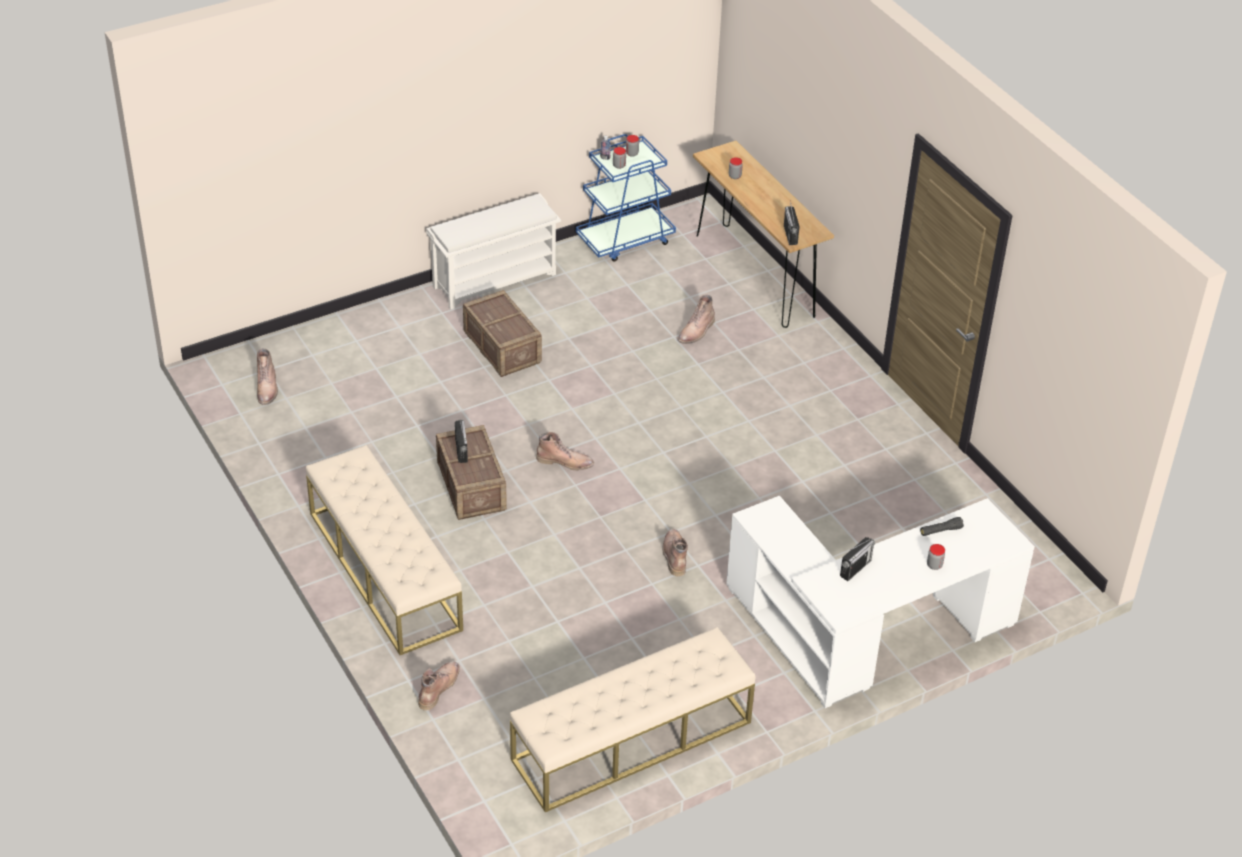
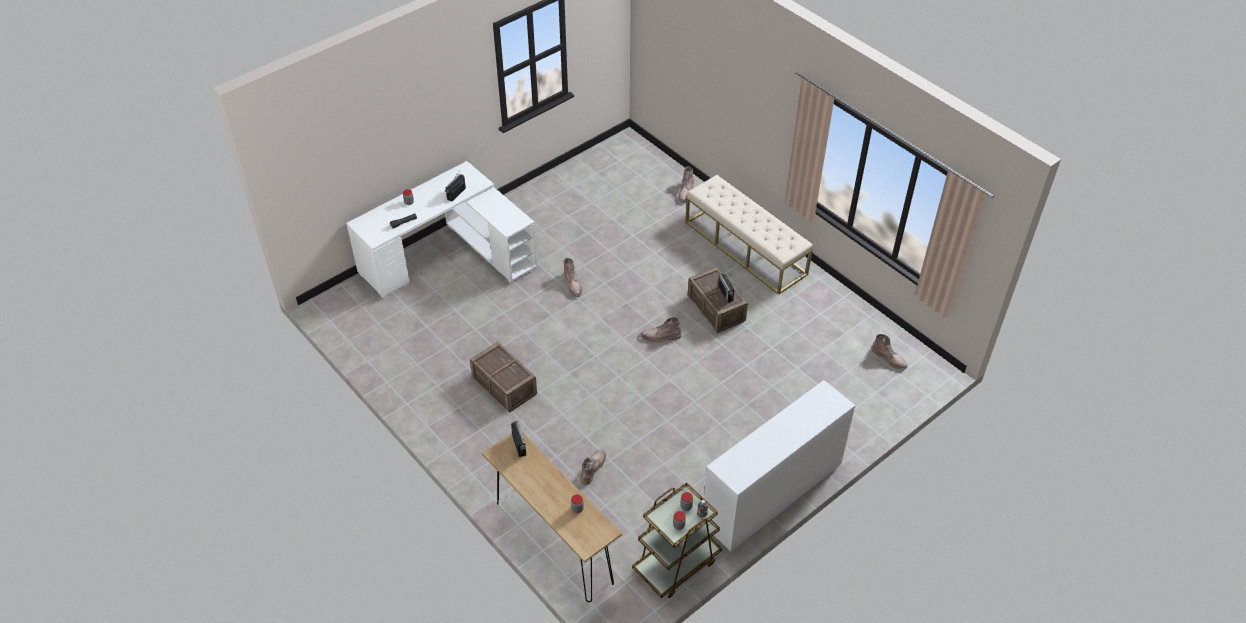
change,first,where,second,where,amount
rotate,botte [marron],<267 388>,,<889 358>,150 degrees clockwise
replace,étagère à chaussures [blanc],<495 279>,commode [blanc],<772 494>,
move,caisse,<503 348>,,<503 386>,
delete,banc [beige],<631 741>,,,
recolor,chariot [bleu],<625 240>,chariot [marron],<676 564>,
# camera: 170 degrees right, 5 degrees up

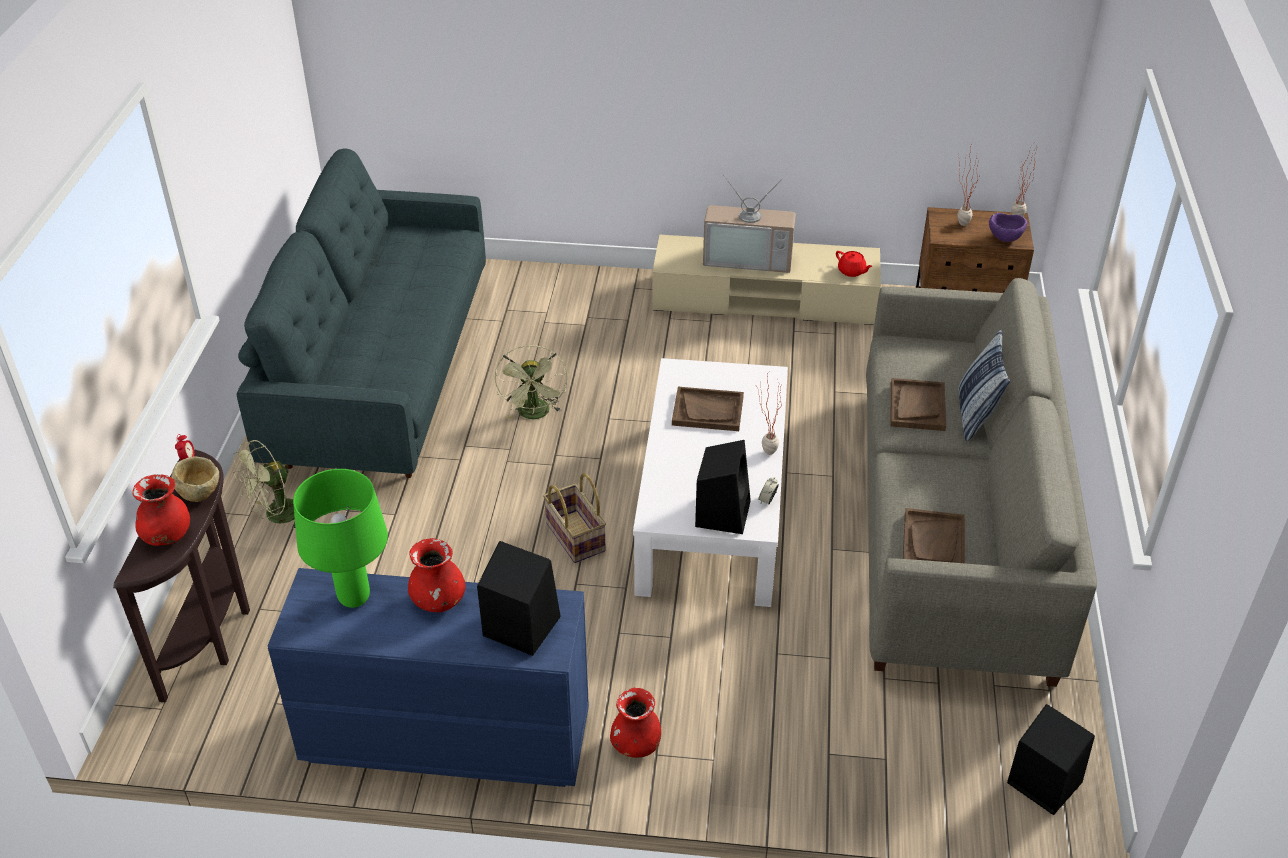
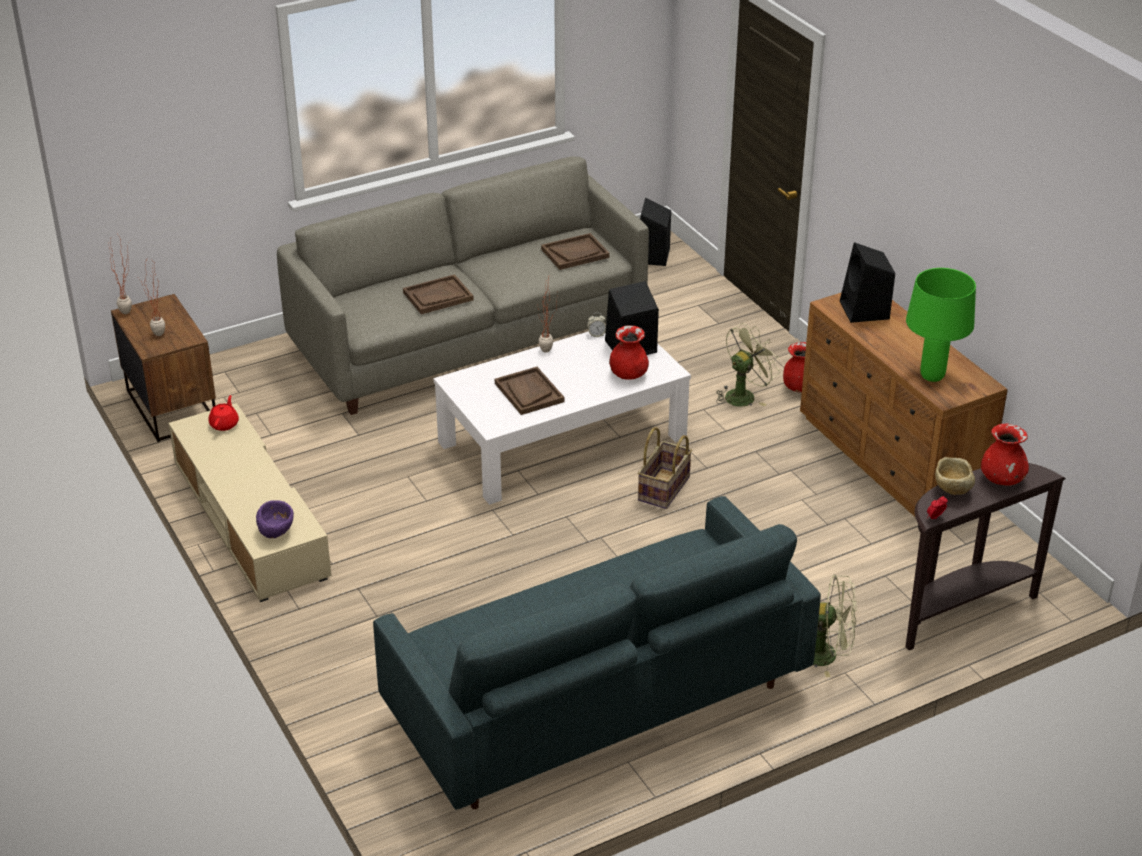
change,first,where,second,where,amount
recolor,commode [bleu],<444 736>,commode [marron],<891 460>,
move,vase [rouge],<439 601>,,<628 375>,
move,ventilateur [vert],<535 414>,,<744 395>,
delete,téléviseur,<748 257>,,,
delete,coussin,<975 415>,,,
move,bol [violet],<1004 239>,,<277 532>,
# camera: 125 degrees left, 5 degrees down

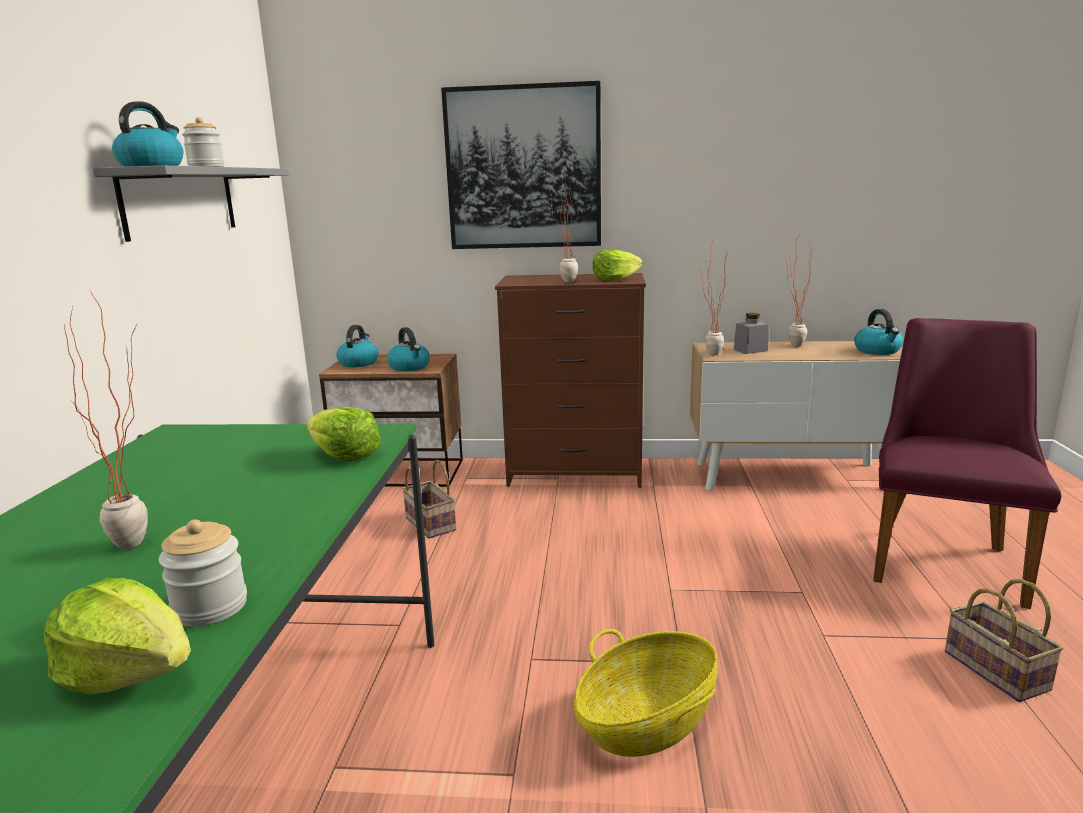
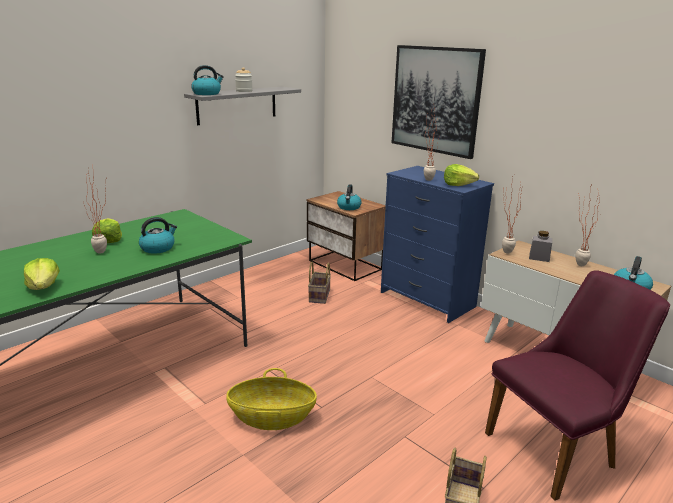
change,first,where,second,where,amount
delete,bocal,<210 607>,,,
move,laitue,<344 456>,,<108 240>,
move,bouilloire,<358 363>,,<158 248>,
recolor,commode [marron],<574 472>,commode [bleu],<426 299>,
# camera: 40 degrees right, 5 degrees up

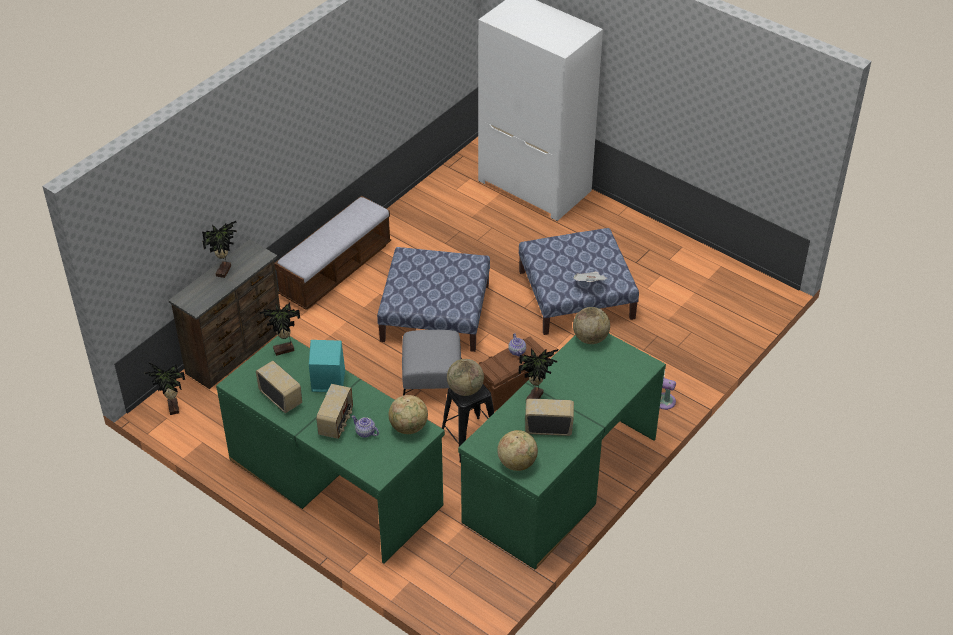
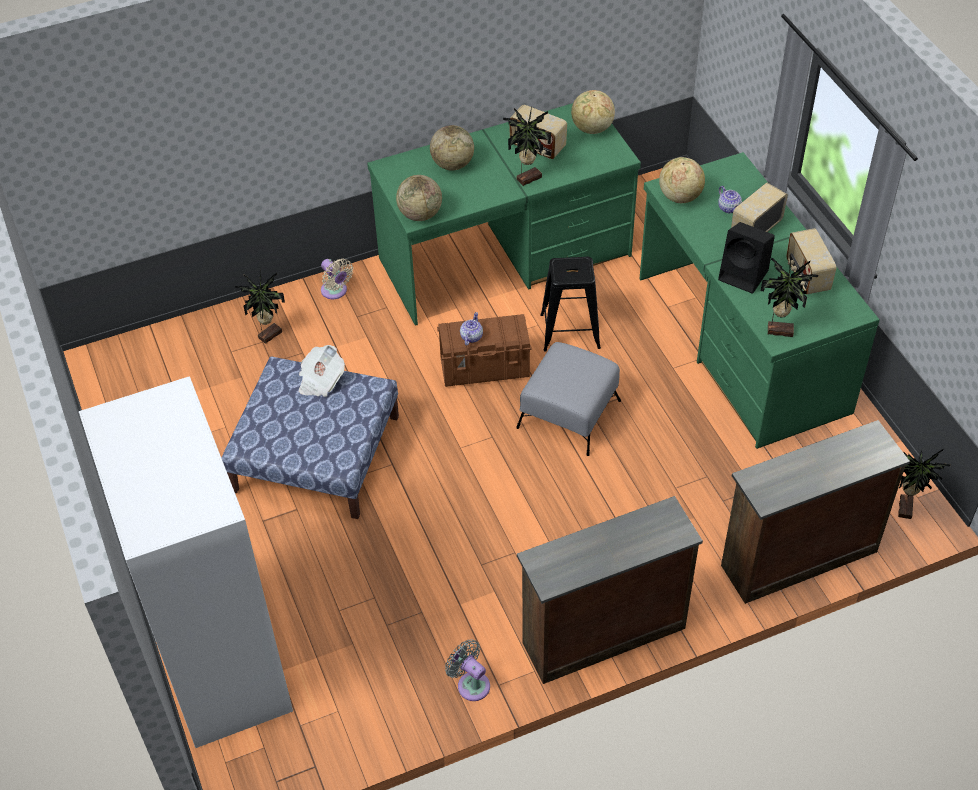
change,first,where,second,where,amount
move,plante en pot,<225 271>,,<268 334>,
replace,banc,<336 270>,commode [marron],<601 634>,
recolor,enceinte [turquoise],<327 381>,enceinte [noir],<744 275>,
delete,pouf,<434 312>,,,
move,globe,<465 389>,,<452 164>,
insert,,,ventilateur [gris],<471 684>,
# camera: 150 degrees left, 5 degrees up

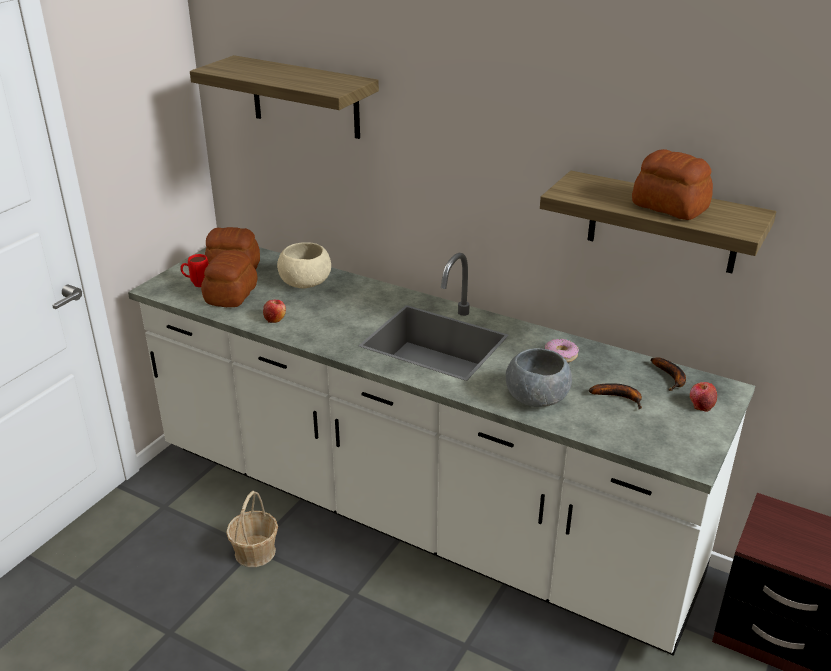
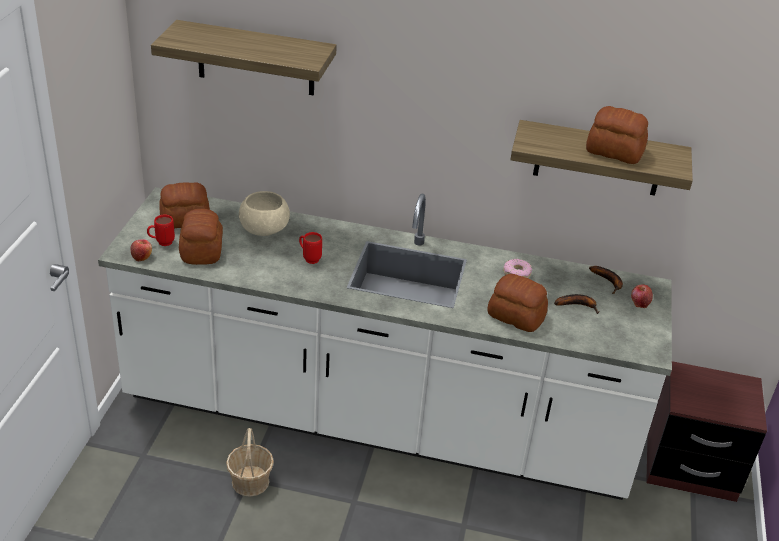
change,first,where,second,where,amount
move,pomme,<275 319>,,<142 257>,
replace,bol [gris],<537 398>,pain,<516 315>,
insert,,,mug [rouge],<309 258>,
# camera: 20 degrees left, 5 degrees up

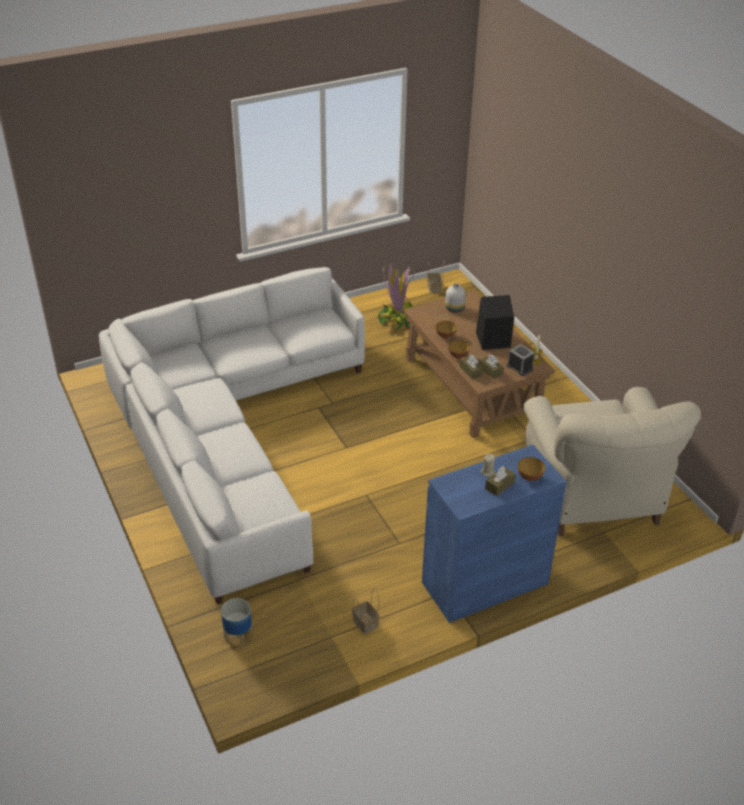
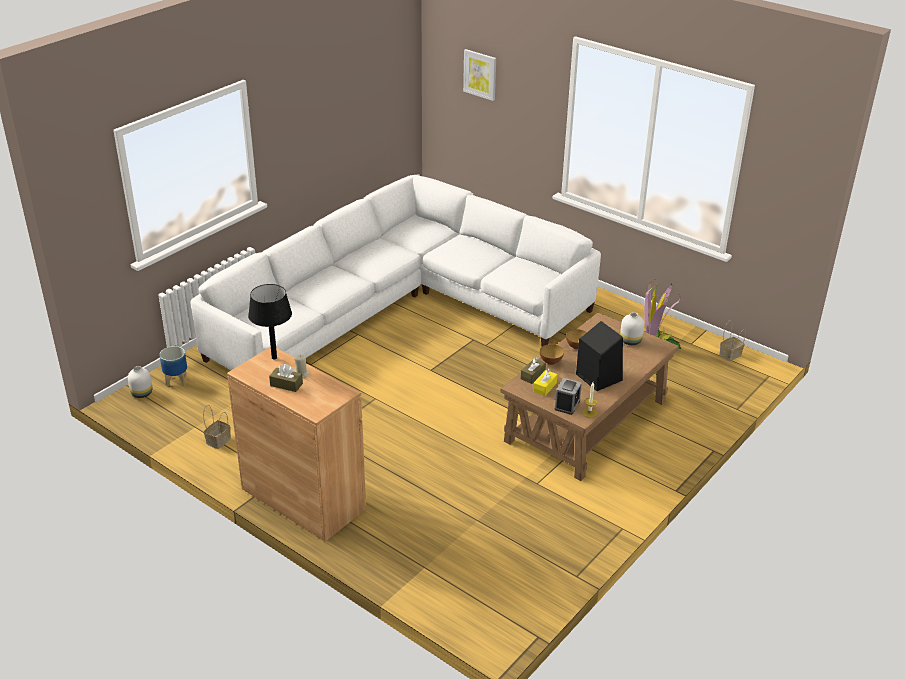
change,first,where,second,where,amount
recolor,meuble de rangement [bleu],<485 583>,meuble de rangement [marron],<303 499>,
recolor,boîte à mouchoirs [marron],<490 371>,boîte à mouchoirs [jaune],<544 387>,
delete,bol,<529 477>,,,
delete,fauteuil [beige],<594 497>,,,
insert,,,vase [blanc],<142 393>,
insert,,,lampe de table [noir],<274 358>,
insert,,,tableau,<480 74>,
# camera: 65 degrees right, 5 degrees down

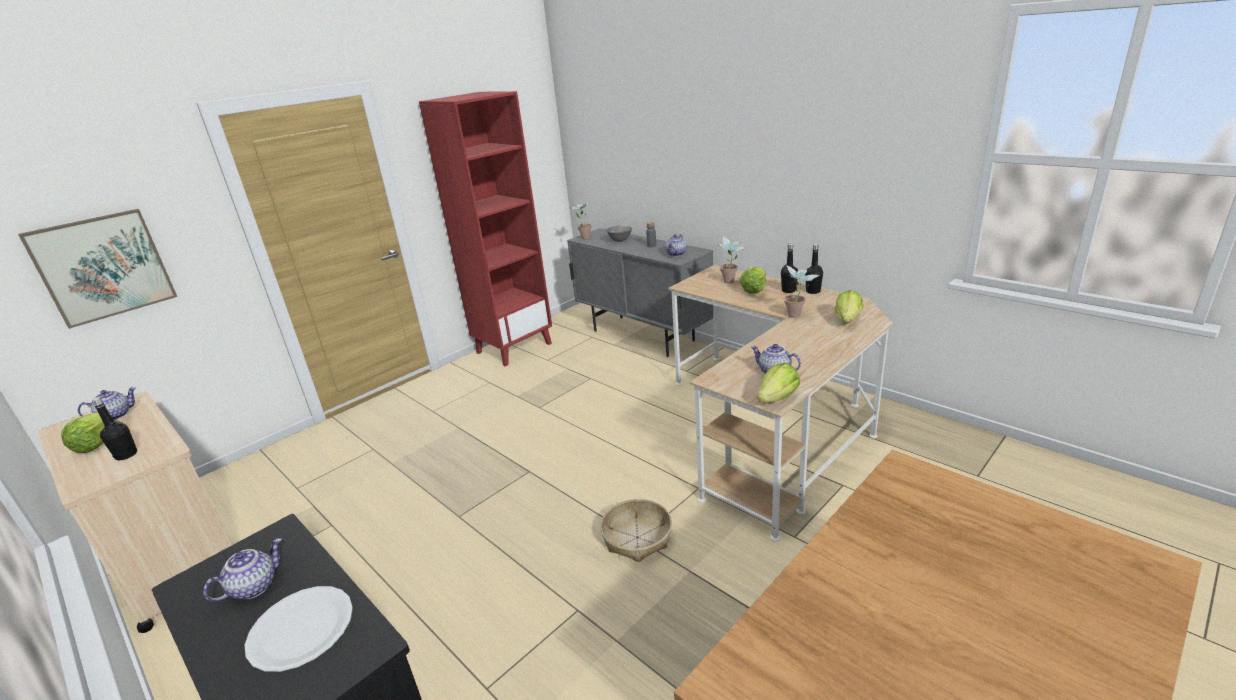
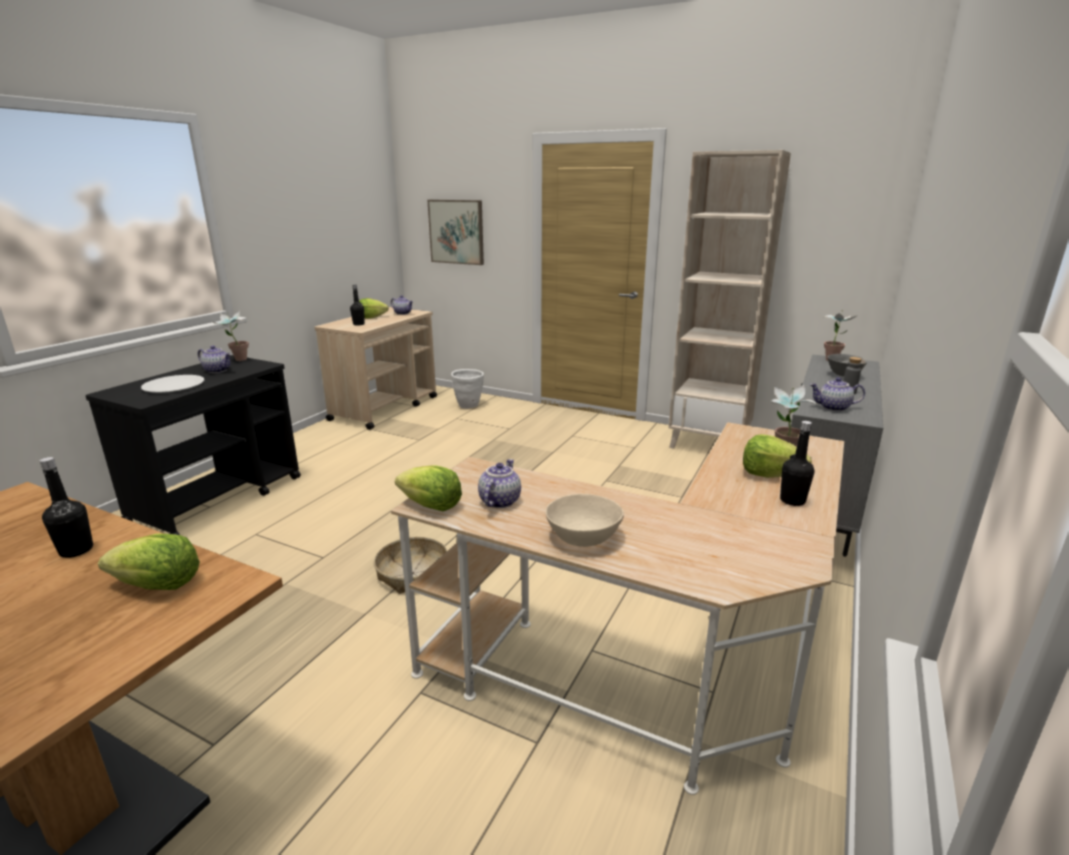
change,first,where,second,where,amount
recolor,bibliothèque [rouge],<514 348>,bibliothèque [beige],<709 443>,
move,plante en pot,<797 316>,,<237 360>,
move,bouteille [noir],<813 291>,,<76 550>,
move,laitue,<847 320>,,<157 586>,
insert,,,cache-pot [blanc],<469 406>,
insert,,,bol [beige],<583 536>,
# camera: 70 degrees right, 5 degrees down

